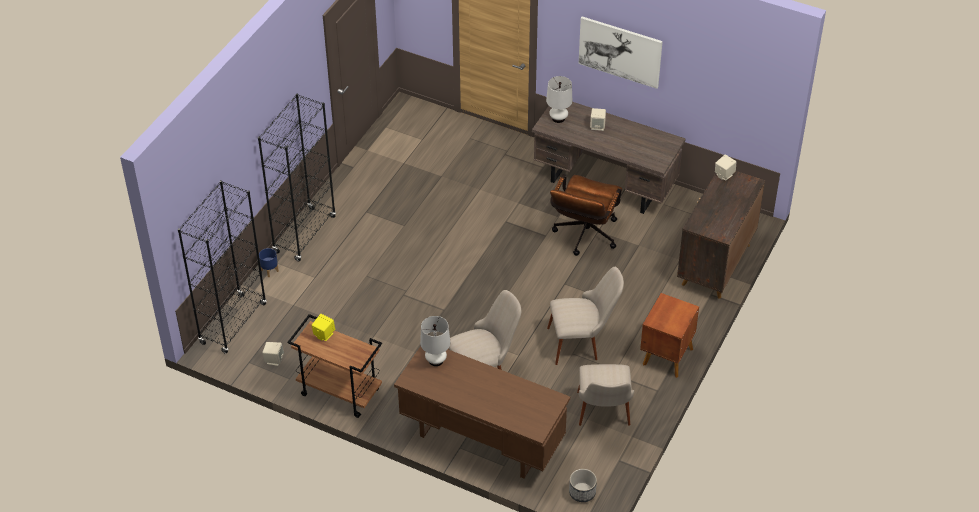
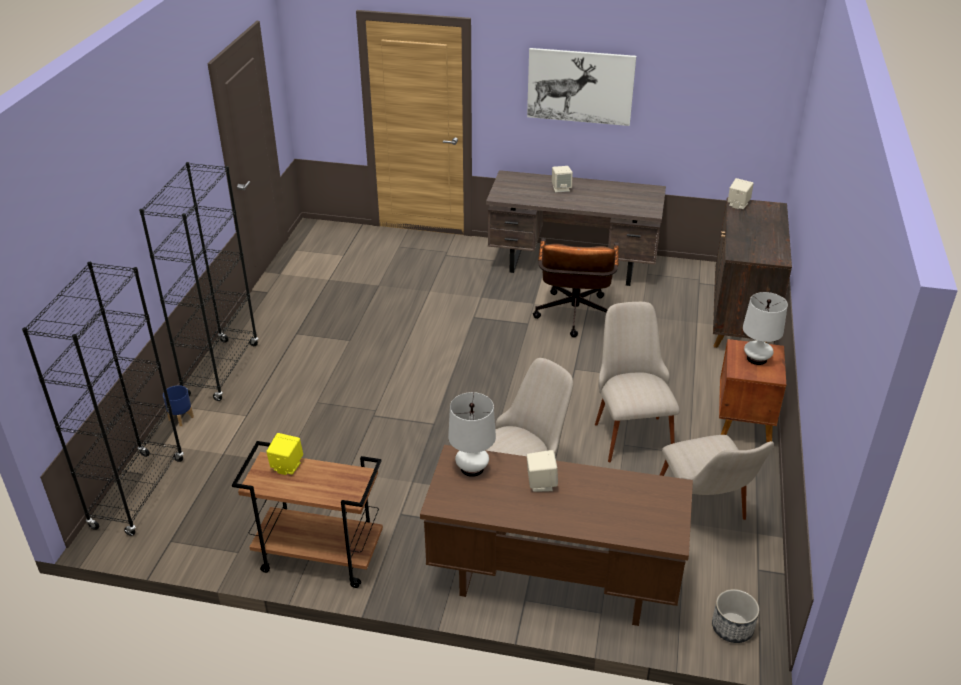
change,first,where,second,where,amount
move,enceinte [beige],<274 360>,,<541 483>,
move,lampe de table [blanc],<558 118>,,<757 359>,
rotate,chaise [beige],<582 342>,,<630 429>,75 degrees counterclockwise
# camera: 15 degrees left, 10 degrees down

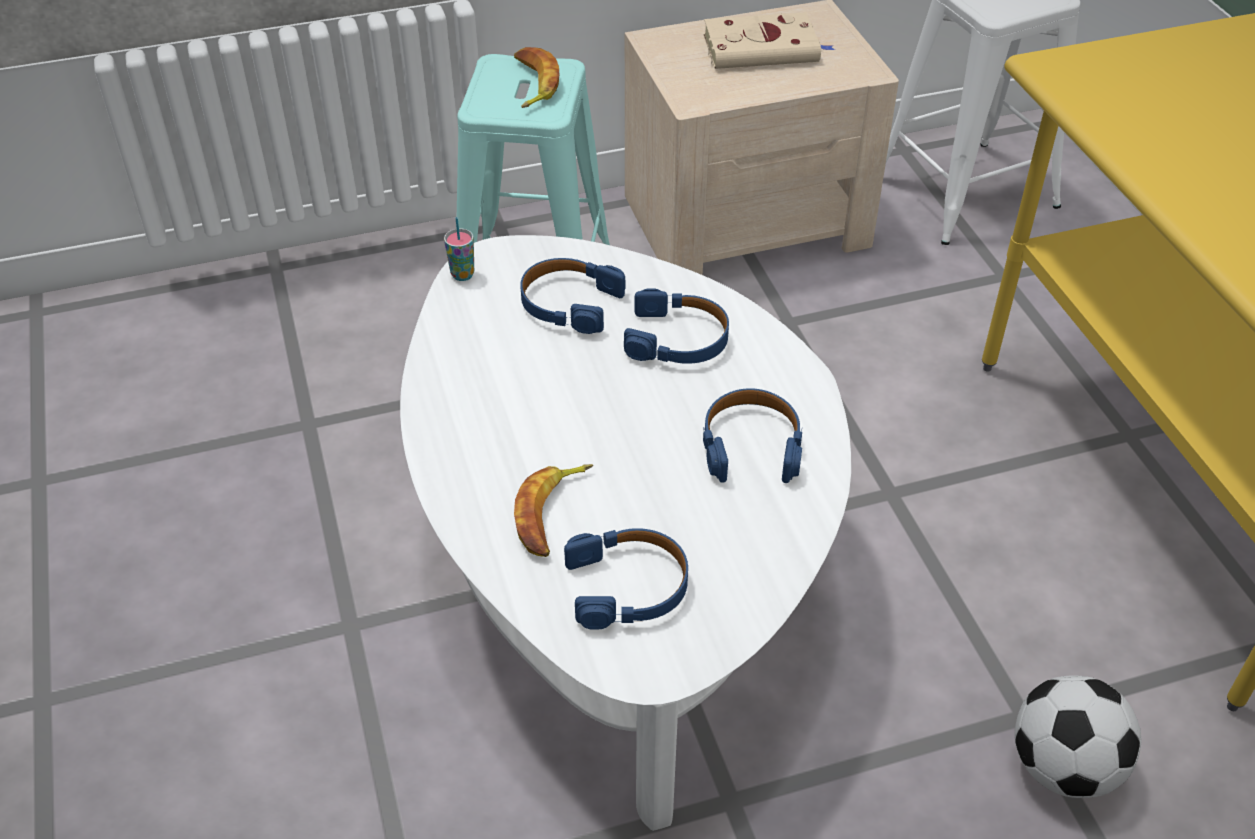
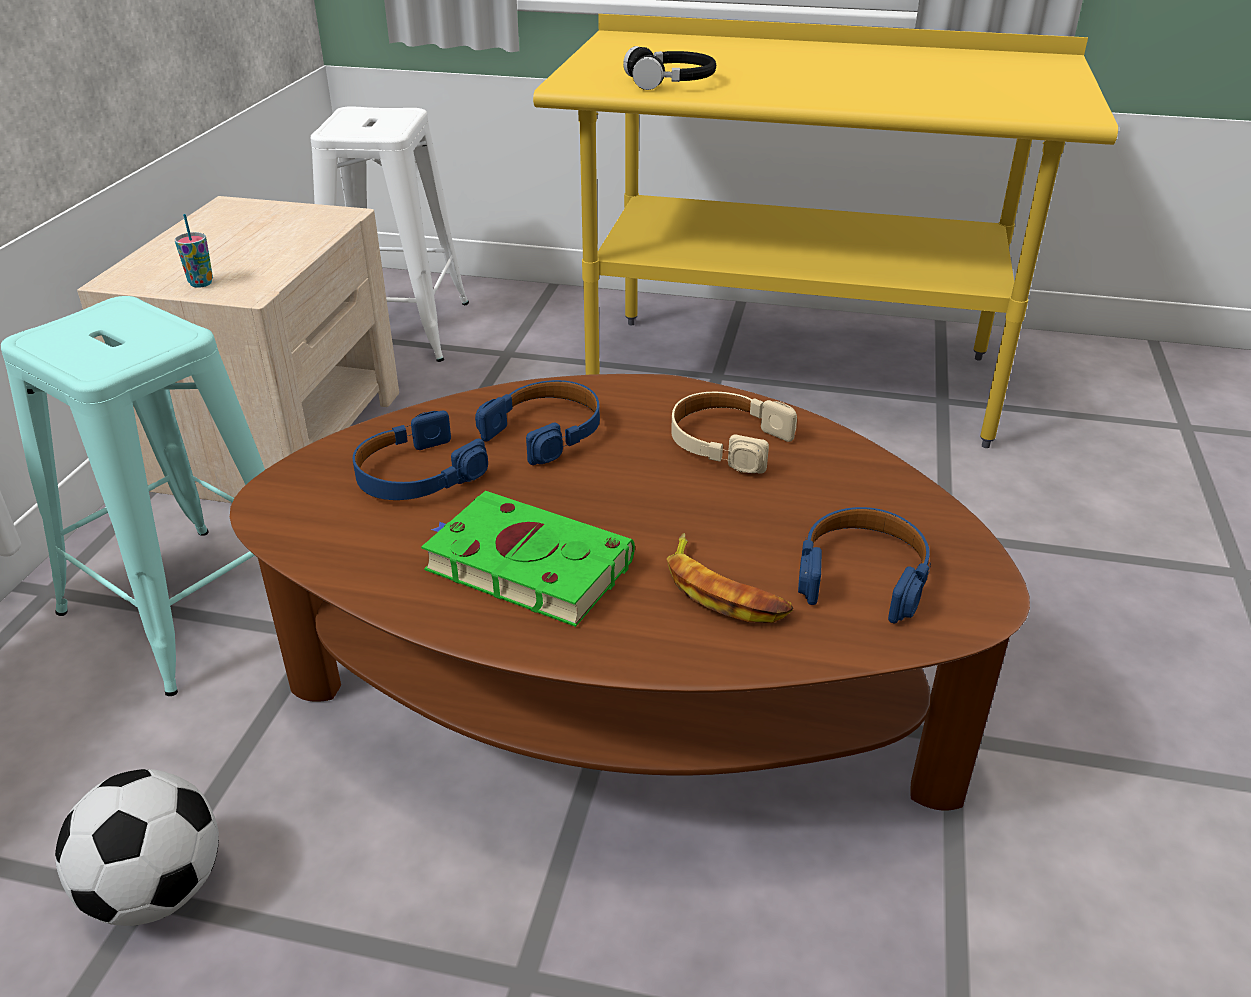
change,first,where,second,where,amount
recolor,table basse [blanc],<616 566>,table basse [marron],<622 699>,
move,tasse,<462 275>,,<201 283>,
delete,banane,<532 83>,,,
recolor,casque audio [bleu],<751 445>,casque audio [beige],<727 442>,
delete,livre [beige],<764 49>,,,
move,ballon de foot,<1063 767>,,<157 891>,
insert,,,livre [vert],<523 565>,
insert,,,casque audio [noir],<671 82>,
# camera: 60 degrees left, 10 degrees down

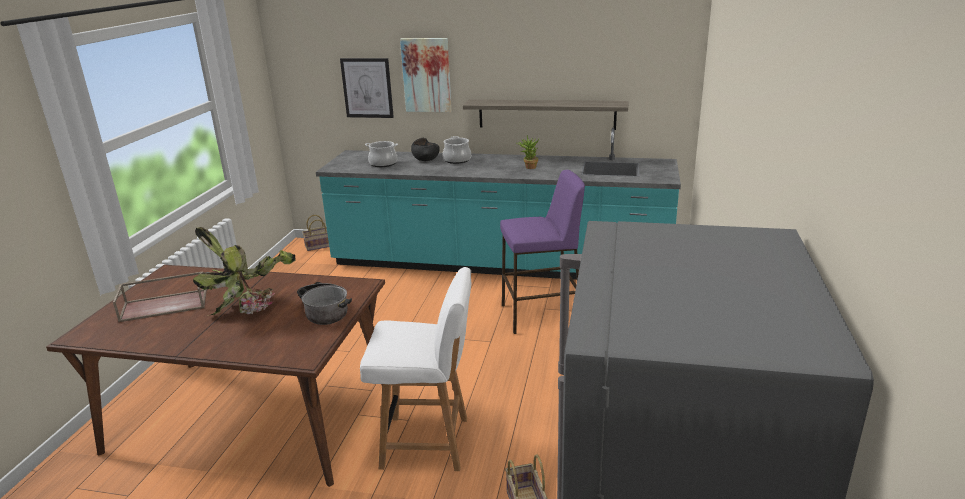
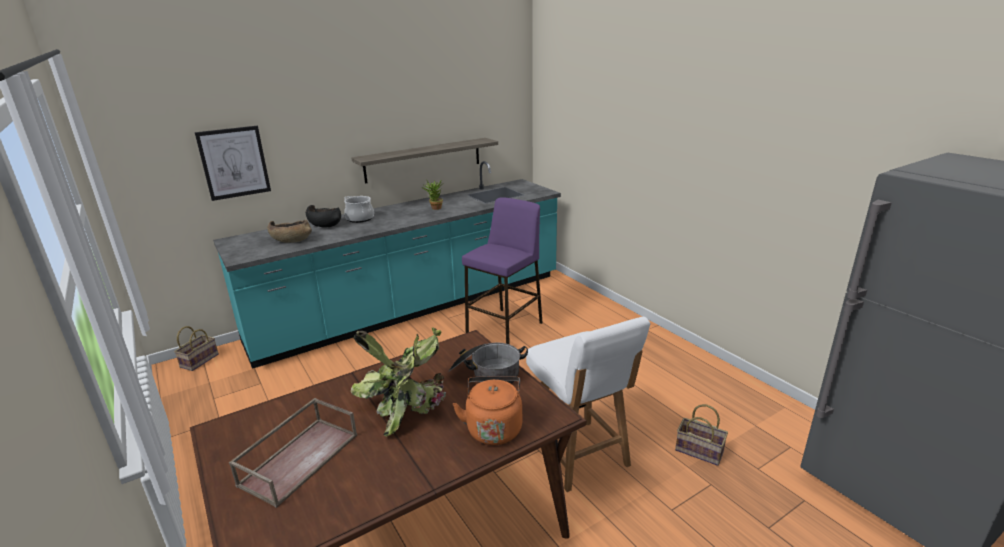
change,first,where,second,where,amount
rotate,chaise [blanc],<428 443>,,<579 456>,105 degrees clockwise
replace,marmite,<383 164>,bol [marron],<291 239>,
delete,tableau,<426 75>,,,
insert,,,bouilloire [orange],<493 428>,
# camera: 45 degrees left, 0 degrees up

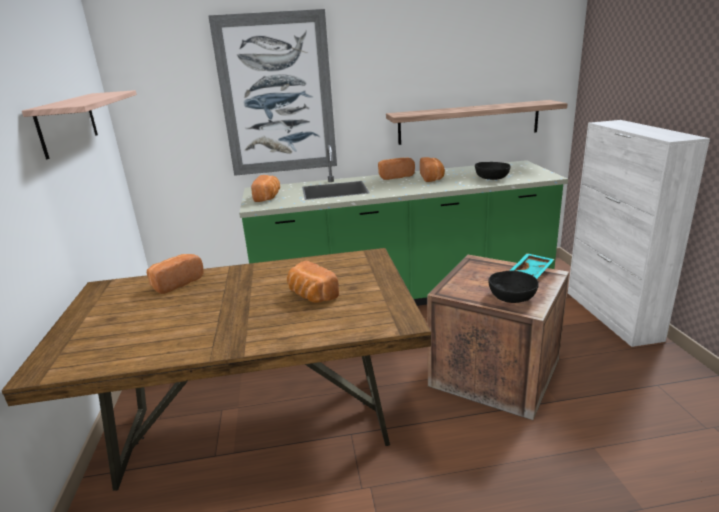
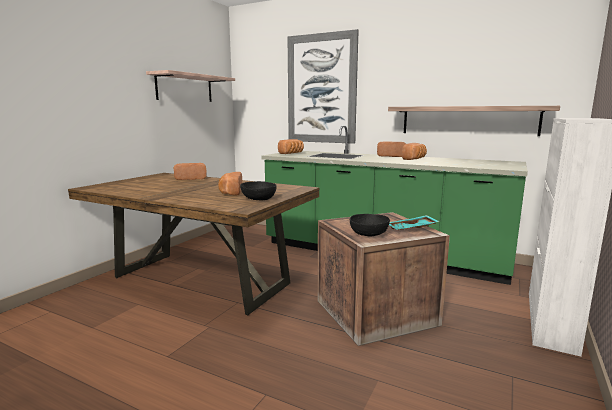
change,first,where,second,where,amount
move,bol [noir],<492 178>,,<258 199>,
# camera: 35 degrees right, 10 degrees down

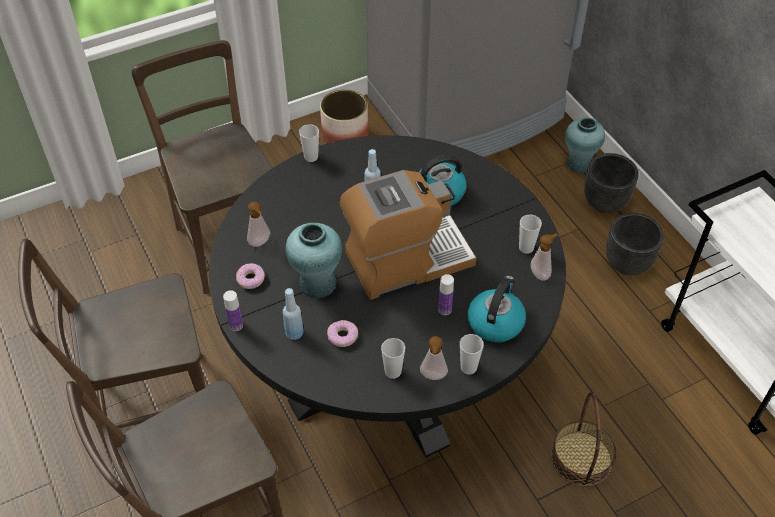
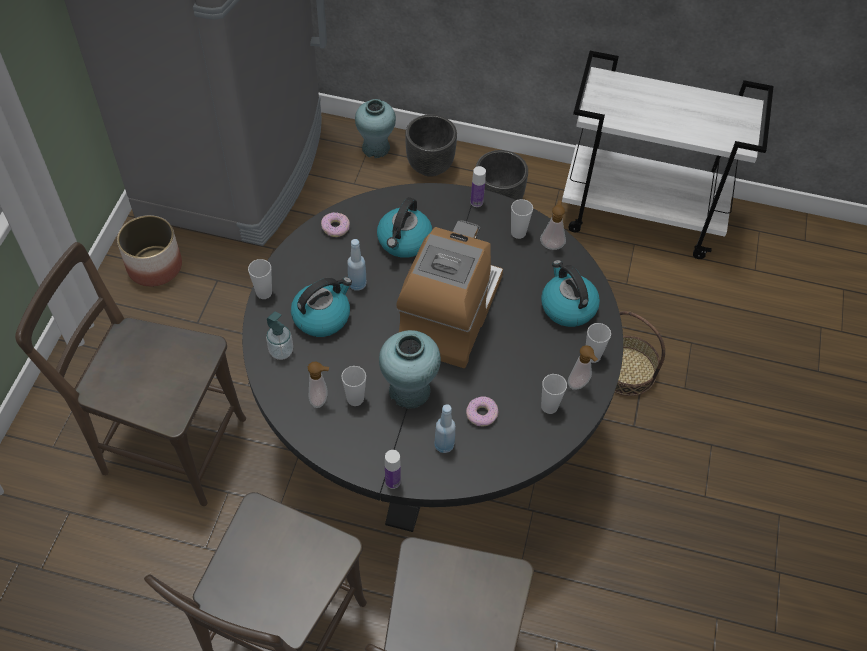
change,first,where,second,where,amount
move,beignet,<251 279>,,<335 227>,
move,bouteille,<444 309>,,<476 202>,
insert,,,distributeur de savon,<281 351>,
insert,,,bouilloire,<322 316>,
insert,,,tasse,<355 399>,
# camera: 50 degrees left, 5 degrees up

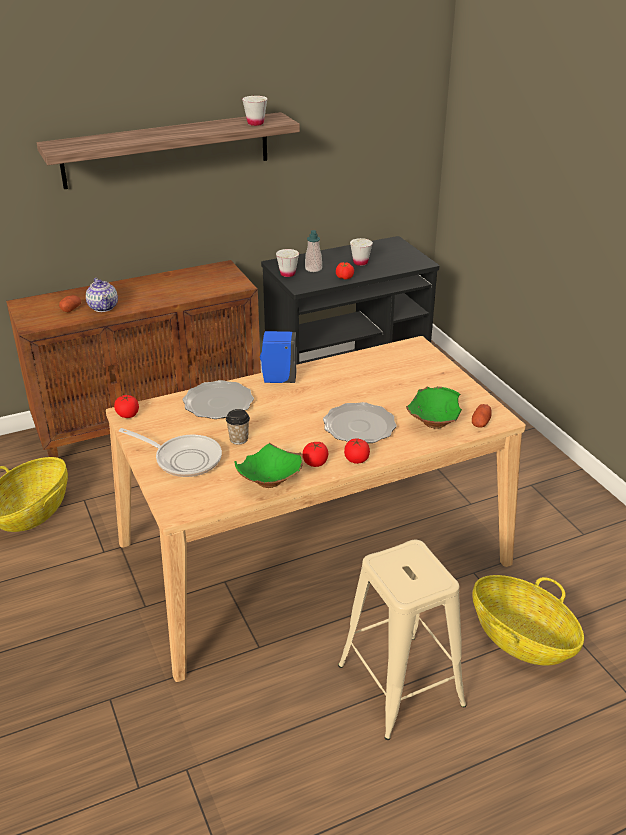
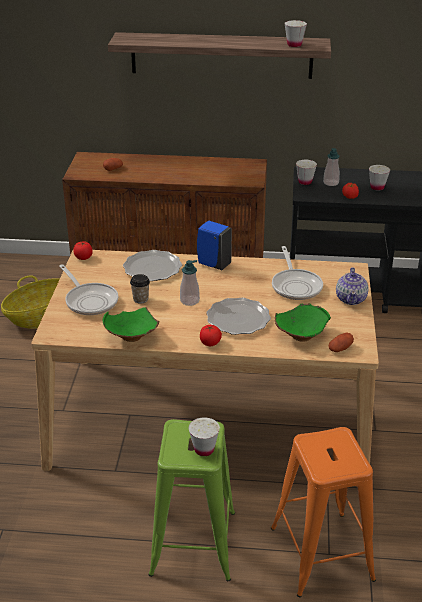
change,first,where,second,where,amount
move,théière,<103 307>,,<351 299>,
delete,tomate,<315 463>,,,
recolor,tabouret [beige],<400 684>,tabouret [vert],<193 542>,
replace,panier,<521 638>,tabouret [orange],<321 552>,
insert,,,distributeur de savon,<189 301>,
insert,,,tasse [blanc],<204 449>,
insert,,,poêle,<296 285>,
# camera: 30 degrees right, 0 degrees up

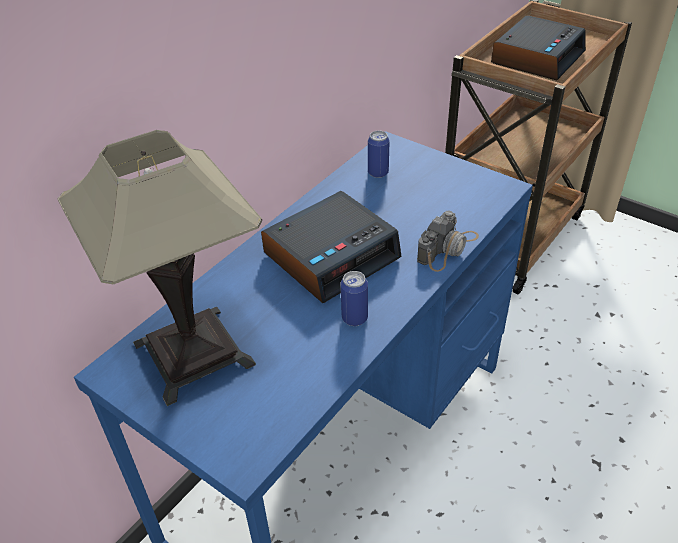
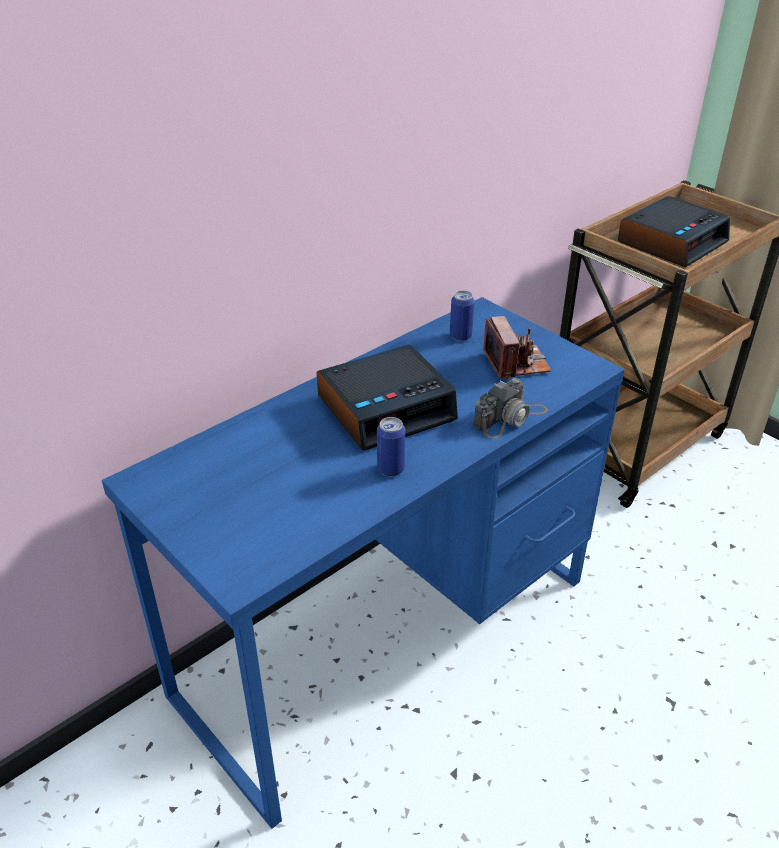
change,first,where,second,where,amount
delete,lampe de table,<194 353>,,,
insert,,,appareil photo,<516 363>,
# camera: 10 degrees right, 5 degrees down

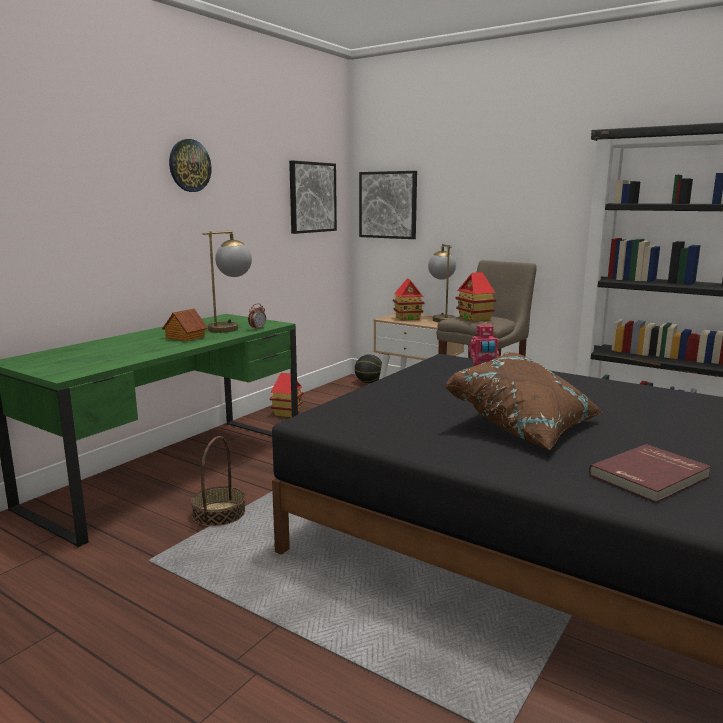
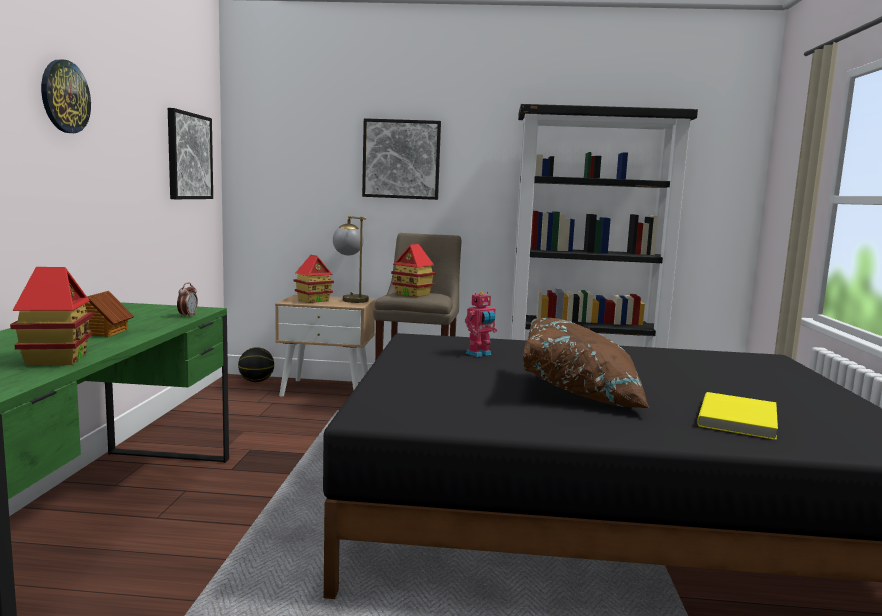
change,first,where,second,where,amount
delete,panier,<219 514>,,,
delete,lampe de table,<231 327>,,,
move,maison miniature,<287 413>,,<56 359>,
move,tableau,<388 205>,,<401 159>,
recolor,livre [rouge],<651 476>,livre [jaune],<739 419>,
# camera: 30 degrees left, 5 degrees down

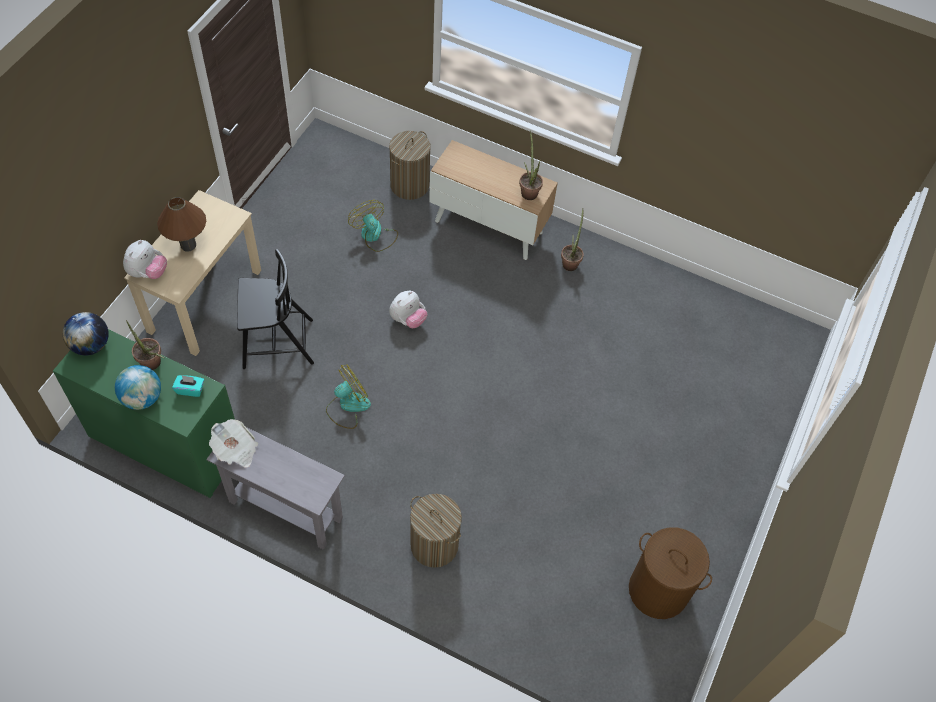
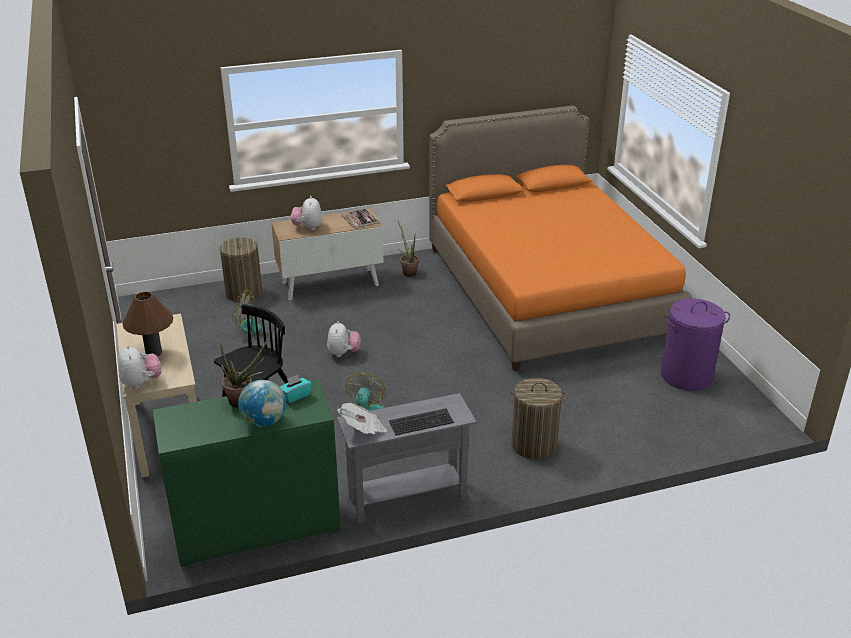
change,first,where,second,where,amount
delete,globe,<91 345>,,,
replace,plante en pot,<528 191>,livre,<359 219>,
recolor,panier à linge [marron],<658 590>,panier à linge [violet],<686 376>,
insert,,,peluche,<308 227>,
insert,,,clavier,<421 422>,
insert,,,lit [orange],<547 291>,
# camera: 40 degrees left, 25 degrees down

